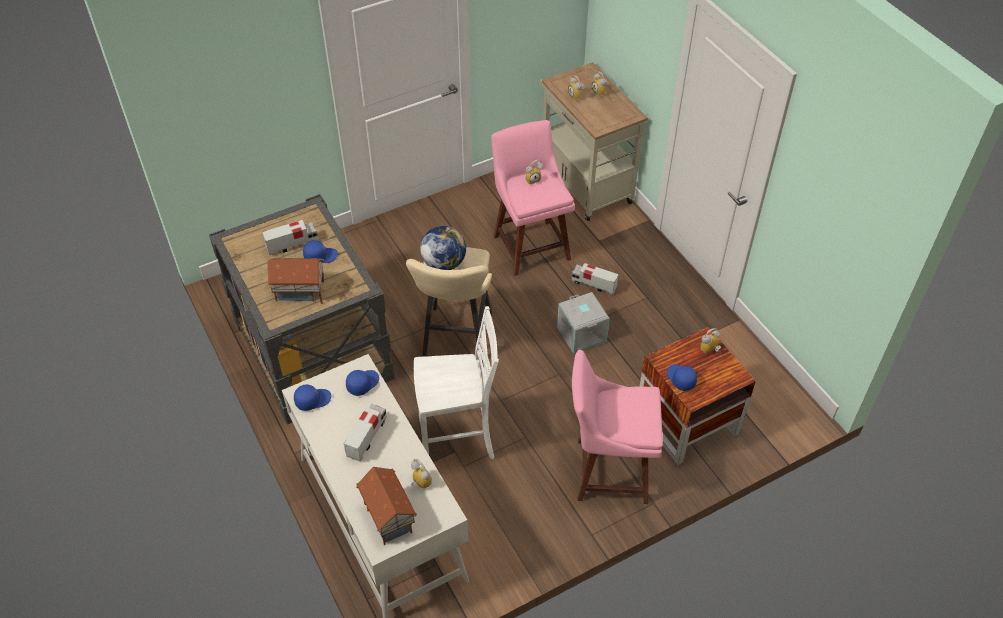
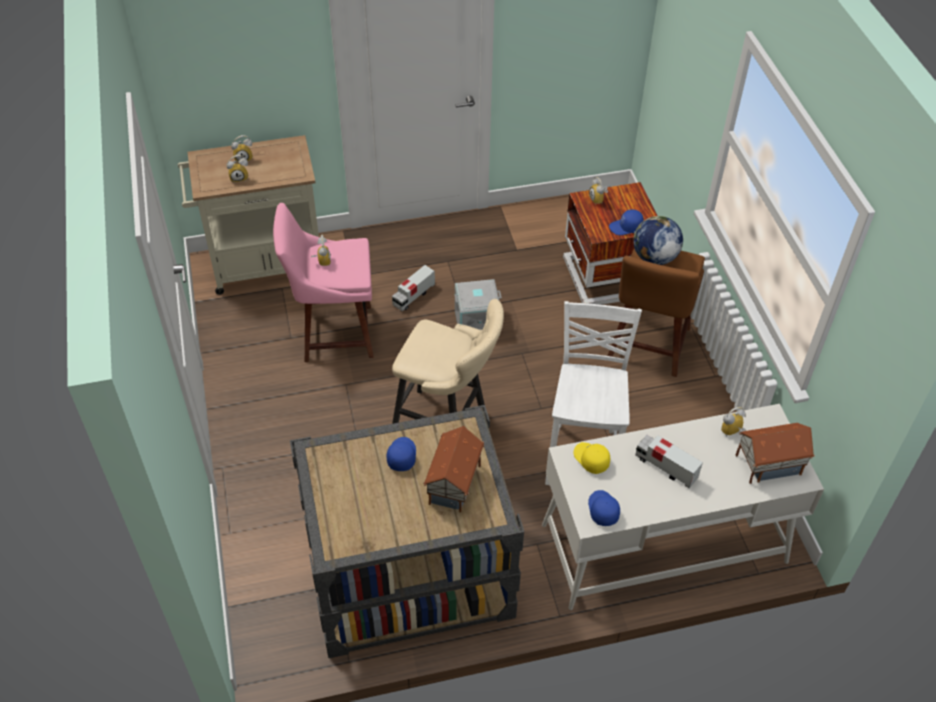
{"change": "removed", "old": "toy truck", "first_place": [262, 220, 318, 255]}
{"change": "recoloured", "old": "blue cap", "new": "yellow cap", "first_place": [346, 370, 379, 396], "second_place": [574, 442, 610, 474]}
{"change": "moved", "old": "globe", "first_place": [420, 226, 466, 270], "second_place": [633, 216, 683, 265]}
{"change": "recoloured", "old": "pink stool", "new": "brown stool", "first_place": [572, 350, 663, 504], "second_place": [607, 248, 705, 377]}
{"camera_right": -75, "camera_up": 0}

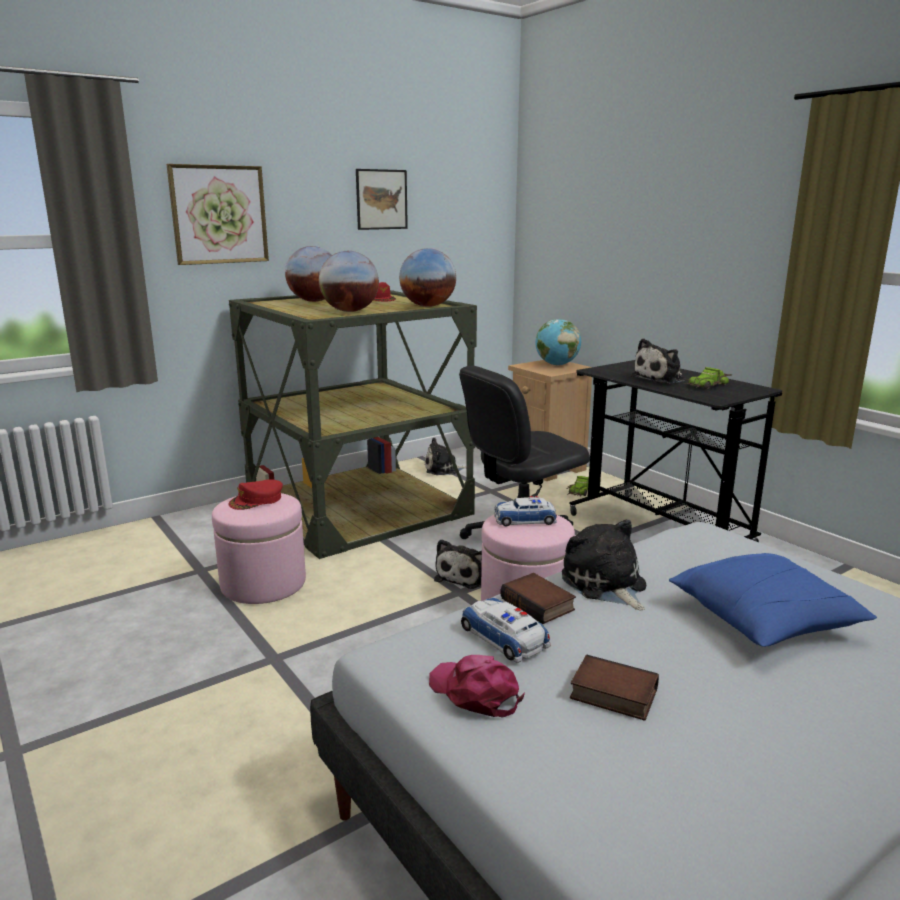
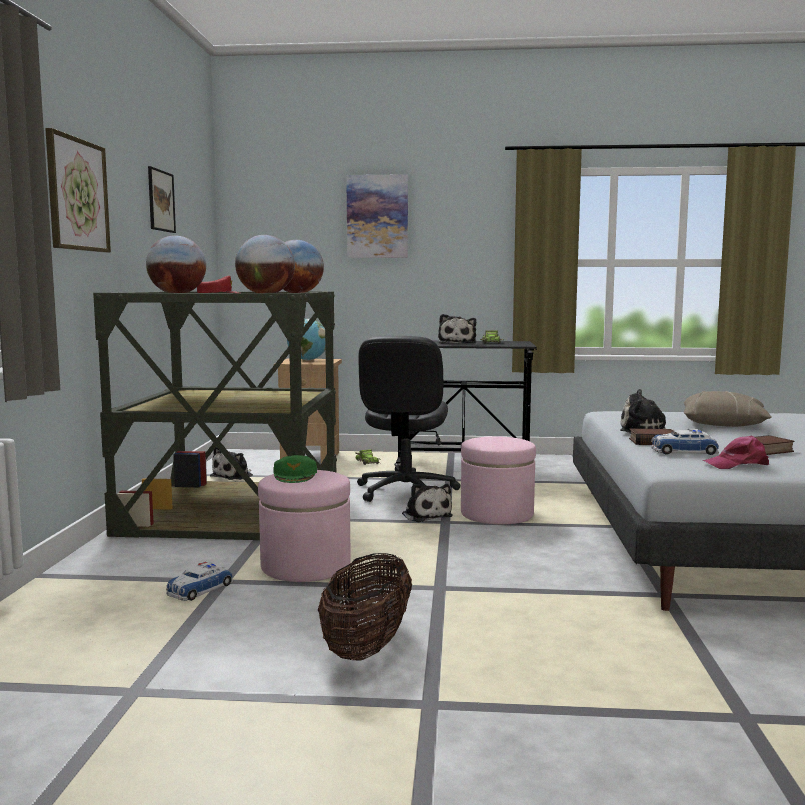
{"change": "recoloured", "old": "red cap", "new": "green cap", "first_place": [229, 479, 283, 510], "second_place": [273, 455, 317, 483]}
{"change": "moved", "old": "toy car", "first_place": [494, 496, 557, 526], "second_place": [166, 562, 233, 601]}
{"change": "recoloured", "old": "blue pillow", "new": "beige pillow", "first_place": [669, 553, 877, 647], "second_place": [684, 391, 772, 427]}
{"change": "added", "new": "basket", "second_place": [318, 553, 412, 661]}
{"change": "added", "new": "picture", "second_place": [346, 174, 408, 258]}
{"camera_right": -50, "camera_up": -10}

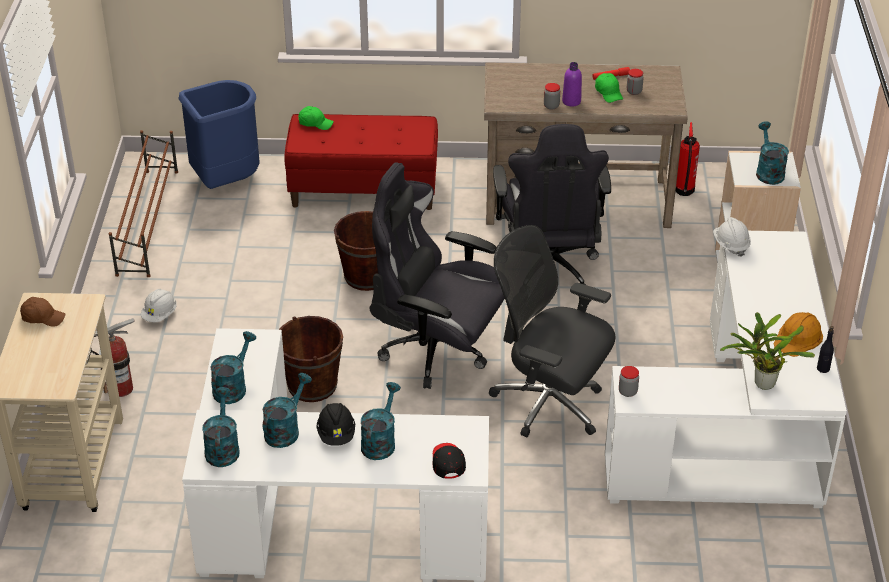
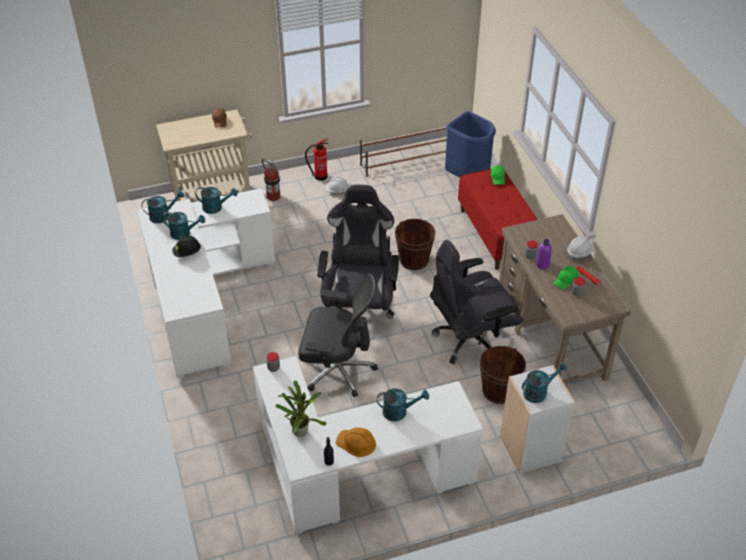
{"change": "moved", "old": "brown bucket", "first_place": [279, 316, 343, 402], "second_place": [480, 346, 526, 404]}
{"change": "moved", "old": "turquoise watering can", "first_place": [361, 382, 401, 460], "second_place": [377, 389, 429, 421]}
{"change": "removed", "old": "black cap", "first_place": [432, 443, 466, 479]}
{"change": "turned", "old": "office chair", "first_place": [489, 225, 616, 437], "second_place": [298, 273, 378, 397], "degrees": 90}
{"change": "moved", "old": "fire extinguisher", "first_place": [675, 122, 700, 196], "second_place": [305, 138, 328, 181]}
{"change": "moved", "old": "white hard hat", "first_place": [713, 217, 751, 257], "second_place": [567, 236, 595, 260]}
{"camera_right": 70, "camera_up": 5}

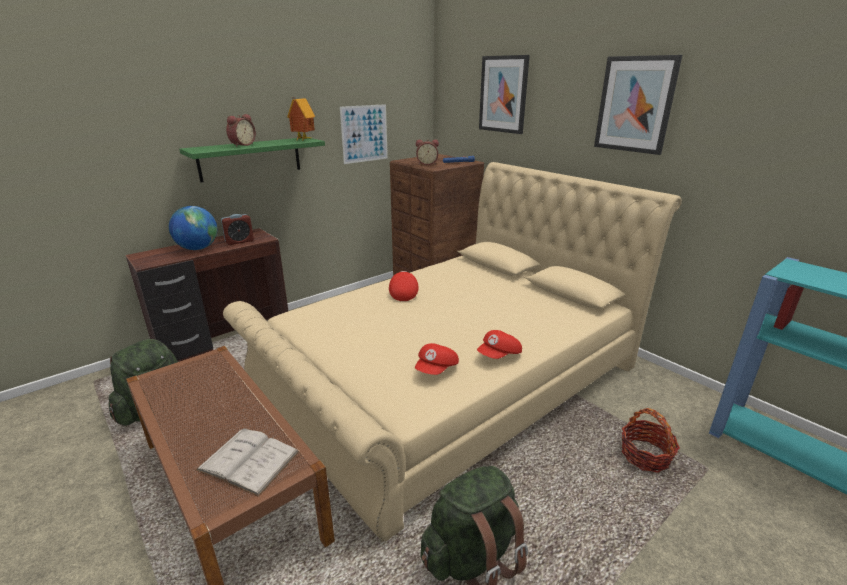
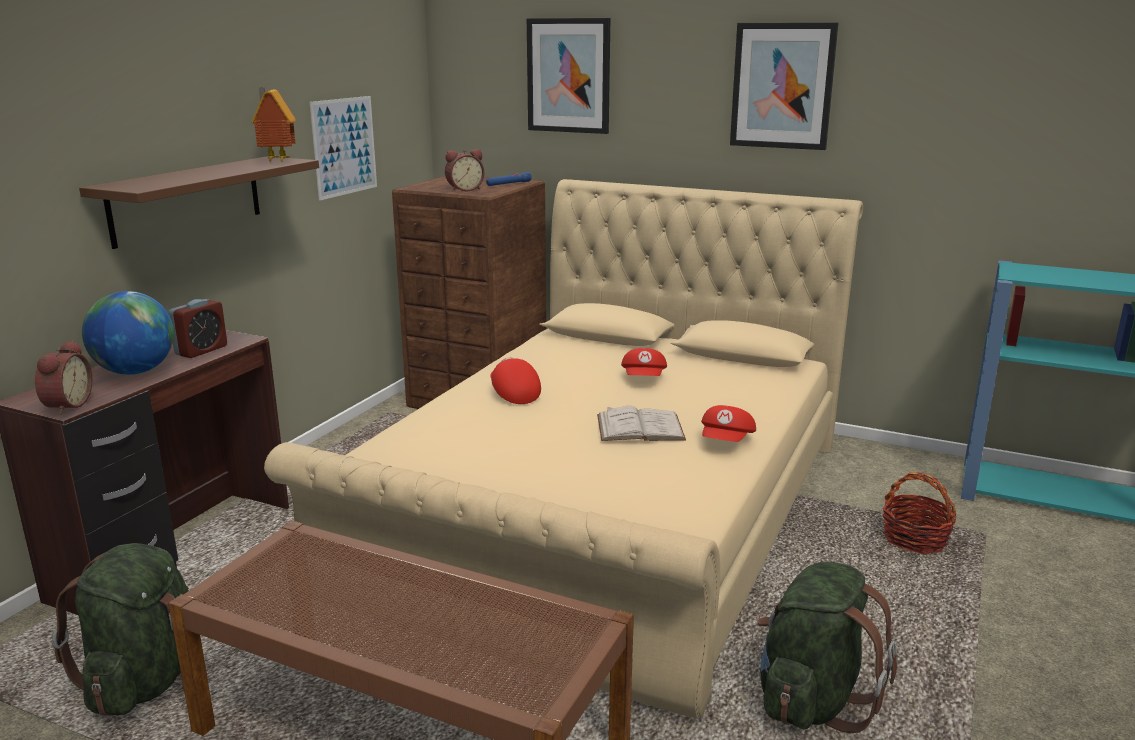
{"change": "recoloured", "old": "green shelf", "new": "brown shelf", "first_place": [179, 138, 325, 183], "second_place": [79, 156, 319, 249]}
{"change": "moved", "old": "white book", "first_place": [195, 428, 300, 497], "second_place": [597, 406, 686, 441]}
{"change": "moved", "old": "alarm clock", "first_place": [226, 114, 256, 147], "second_place": [35, 340, 92, 415]}
{"change": "moved", "old": "red cap", "first_place": [415, 343, 459, 375], "second_place": [621, 348, 667, 376]}
{"camera_right": -25, "camera_up": -5}

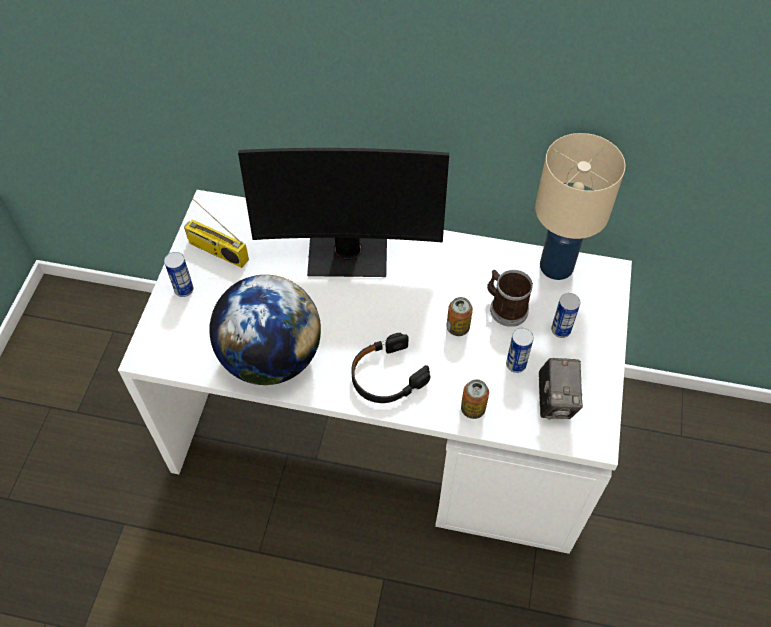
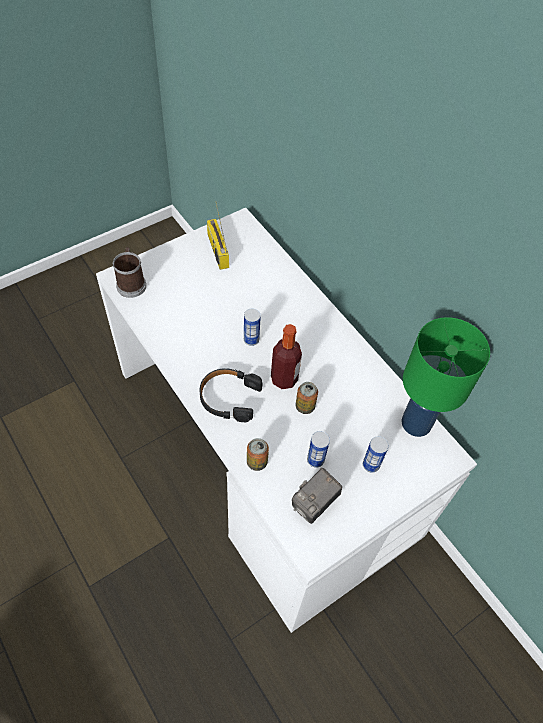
{"change": "moved", "old": "can", "first_place": [164, 252, 194, 297], "second_place": [244, 308, 261, 346]}
{"change": "removed", "old": "globe", "first_place": [209, 275, 321, 385]}
{"change": "removed", "old": "monitor", "first_place": [238, 148, 449, 277]}
{"change": "moved", "old": "mug", "first_place": [487, 270, 533, 327], "second_place": [112, 247, 146, 298]}
{"change": "recoloured", "old": "beige table lamp", "new": "green table lamp", "first_place": [535, 133, 625, 280], "second_place": [402, 317, 490, 437]}
{"change": "added", "new": "bottle", "second_place": [271, 324, 302, 389]}
{"camera_right": 40, "camera_up": 0}

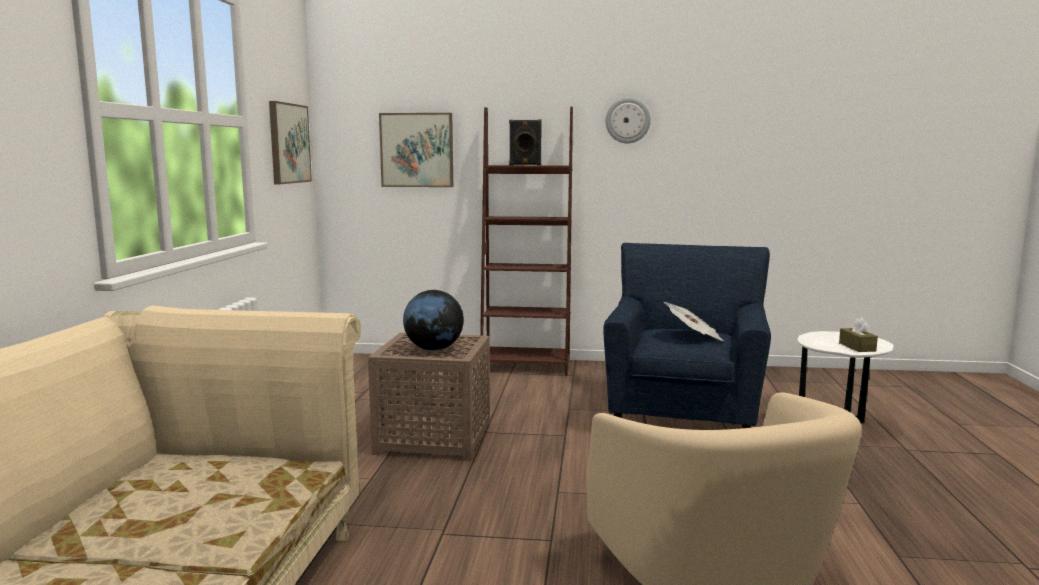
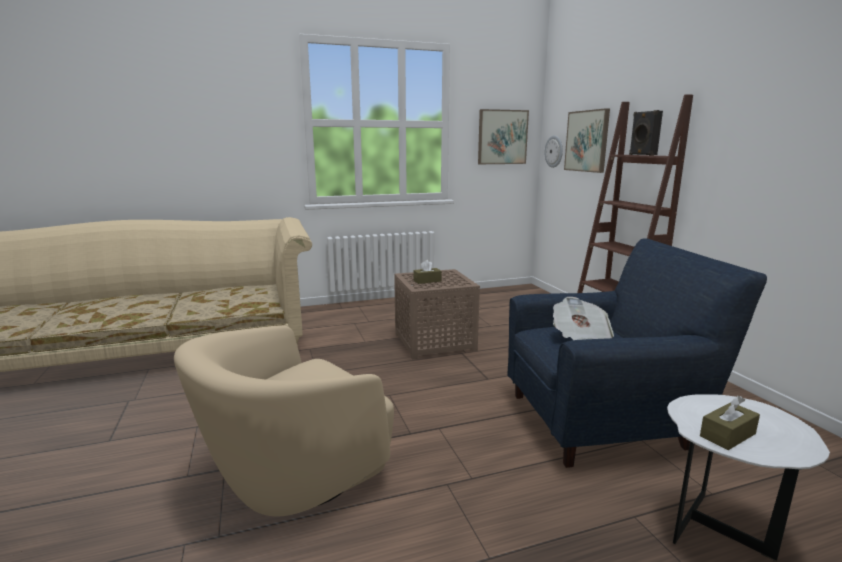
{"change": "replaced", "old": "globe", "new": "brown tissue box", "first_place": [403, 290, 464, 351], "second_place": [413, 260, 442, 284]}
{"change": "moved", "old": "wall clock", "first_place": [606, 98, 651, 143], "second_place": [545, 135, 563, 168]}
{"camera_right": 65, "camera_up": 5}

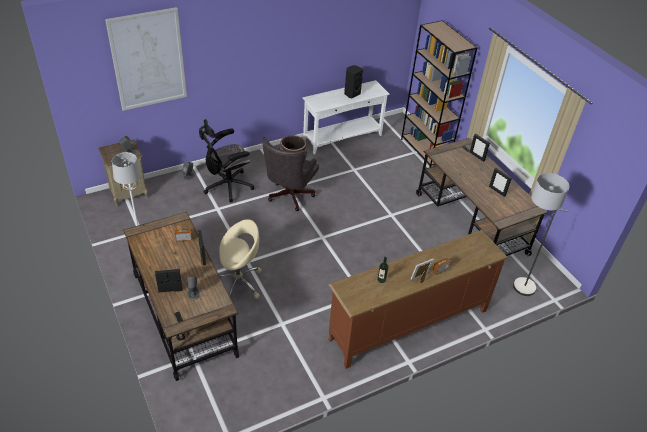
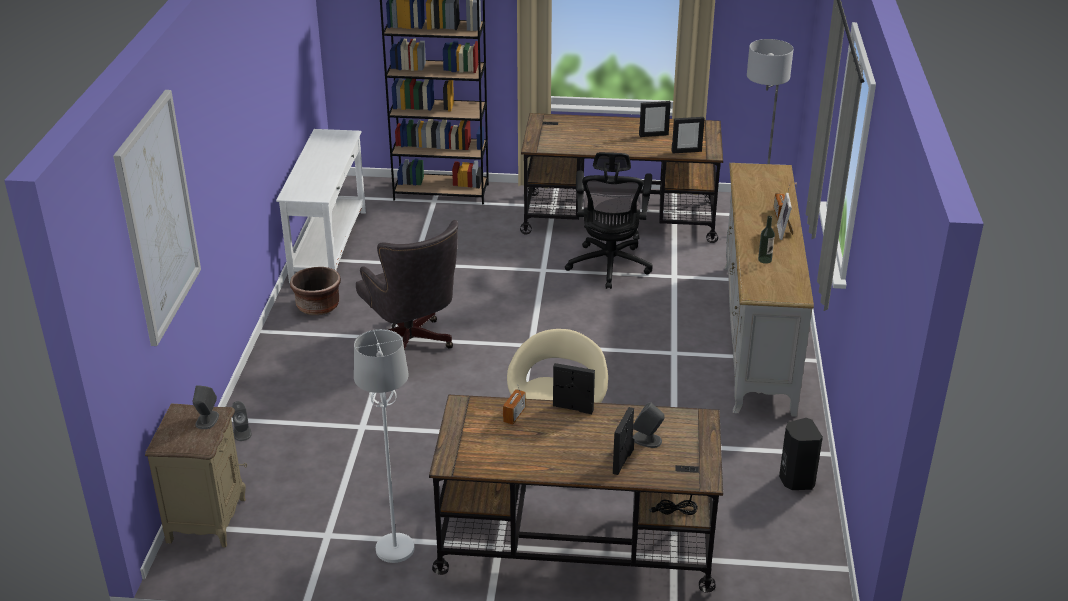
{"change": "moved", "old": "office chair", "first_place": [199, 119, 254, 202], "second_place": [565, 152, 653, 289]}
{"change": "recoloured", "old": "brown cabinet", "new": "grey cabinet", "first_place": [328, 230, 508, 369], "second_place": [724, 163, 814, 417]}
{"change": "moved", "old": "black speaker", "first_place": [344, 65, 363, 98], "second_place": [779, 418, 823, 490]}
{"change": "moved", "old": "picture frame", "first_place": [470, 134, 490, 162], "second_place": [671, 117, 705, 153]}
{"camera_right": -55, "camera_up": -10}

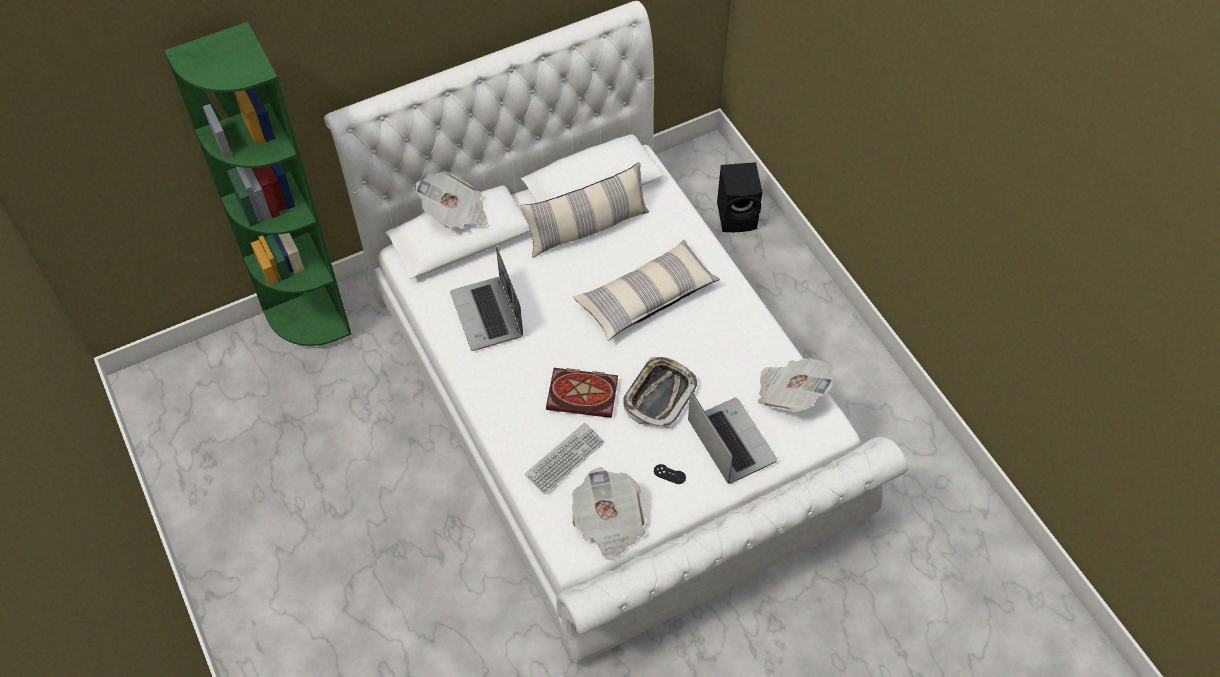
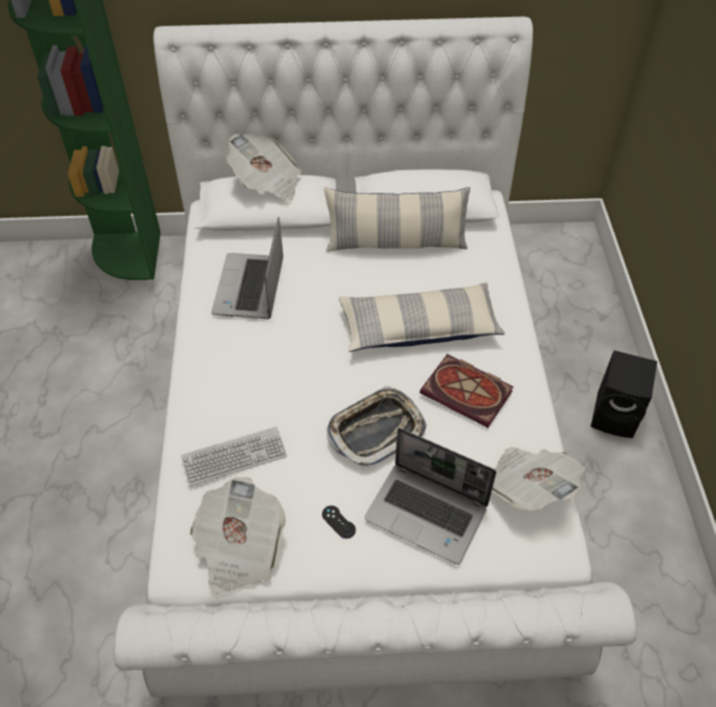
{"change": "moved", "old": "book", "first_place": [546, 368, 618, 418], "second_place": [420, 354, 514, 428]}
{"change": "turned", "old": "laptop", "first_place": [688, 391, 777, 484], "second_place": [364, 428, 496, 564], "degrees": 120}
{"change": "moved", "old": "black speaker", "first_place": [717, 162, 762, 232], "second_place": [591, 350, 657, 438]}
{"camera_right": 25, "camera_up": -5}

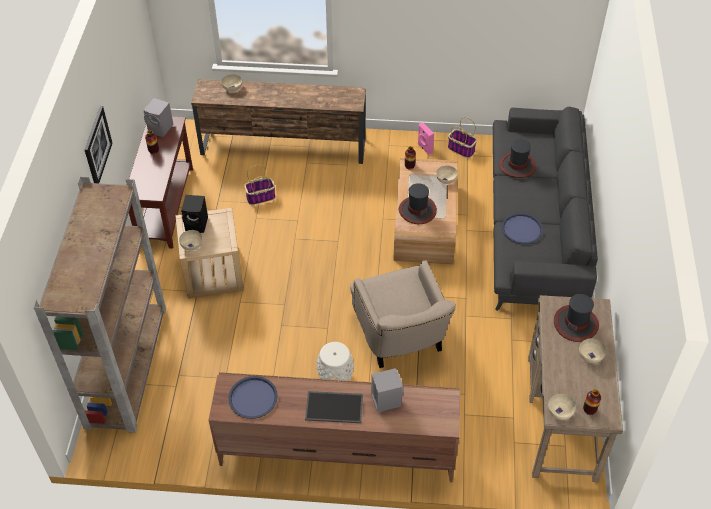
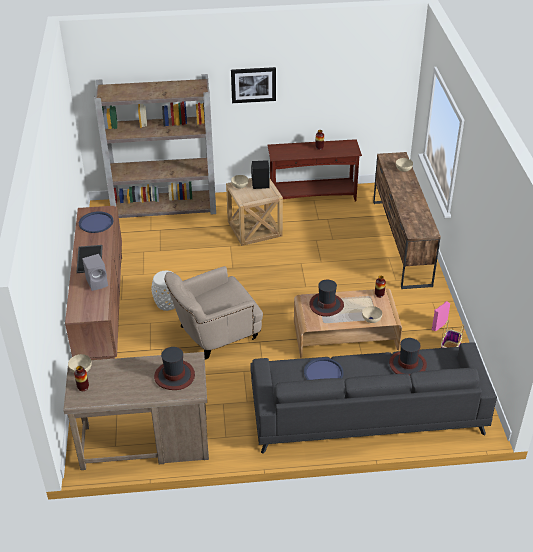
{"change": "removed", "old": "grey speaker", "first_place": [143, 98, 173, 137]}
{"change": "removed", "old": "basket", "first_place": [244, 165, 275, 205]}
{"change": "removed", "old": "beige bowl", "first_place": [579, 338, 606, 363]}
{"camera_right": 80, "camera_up": -10}

